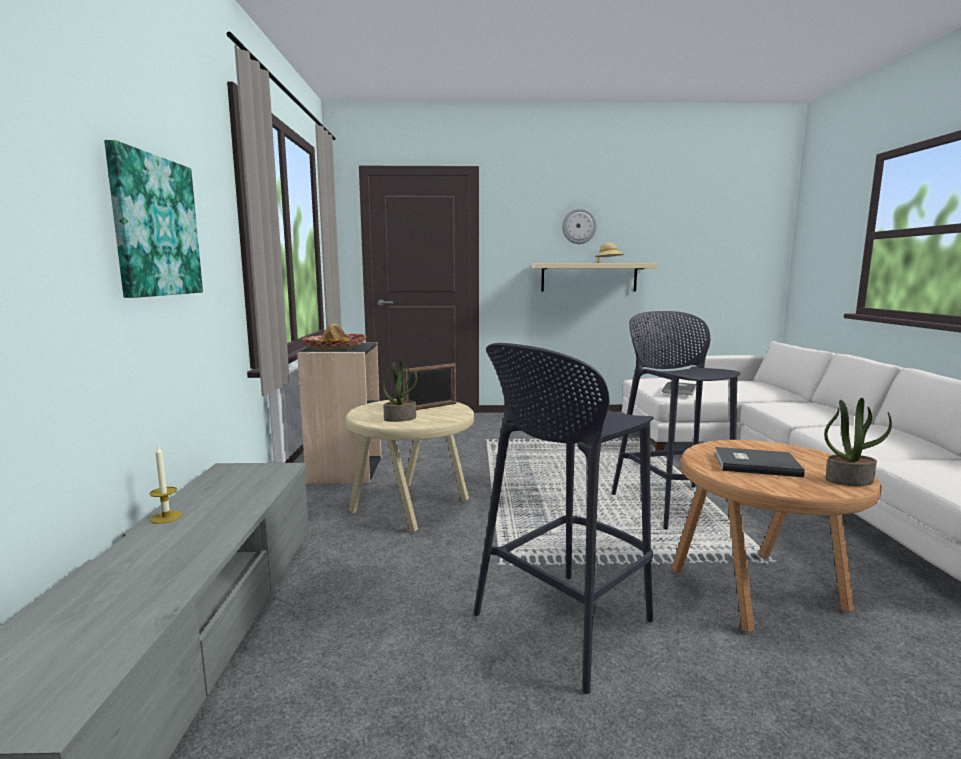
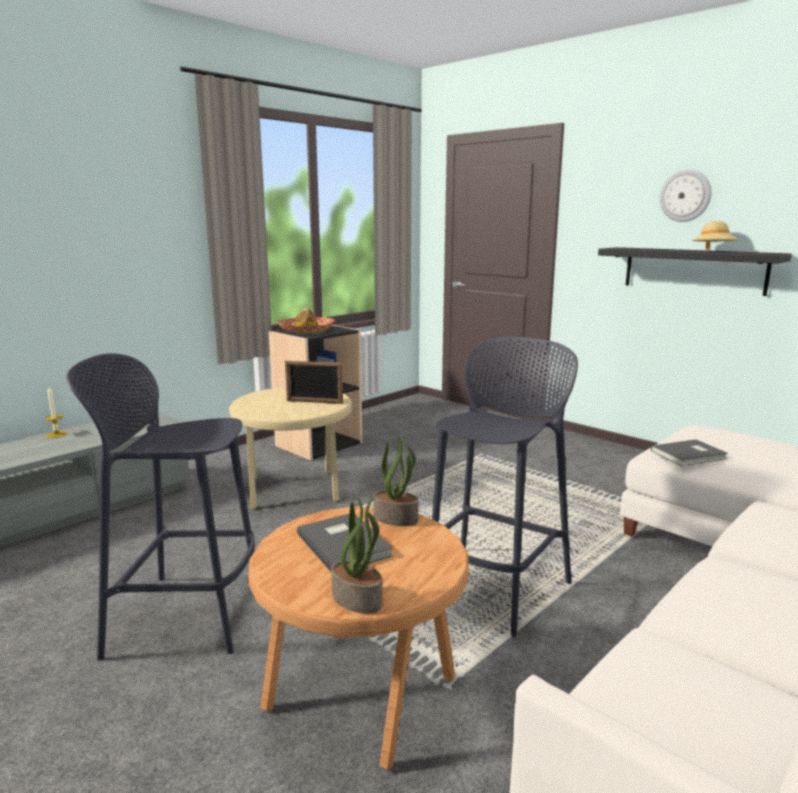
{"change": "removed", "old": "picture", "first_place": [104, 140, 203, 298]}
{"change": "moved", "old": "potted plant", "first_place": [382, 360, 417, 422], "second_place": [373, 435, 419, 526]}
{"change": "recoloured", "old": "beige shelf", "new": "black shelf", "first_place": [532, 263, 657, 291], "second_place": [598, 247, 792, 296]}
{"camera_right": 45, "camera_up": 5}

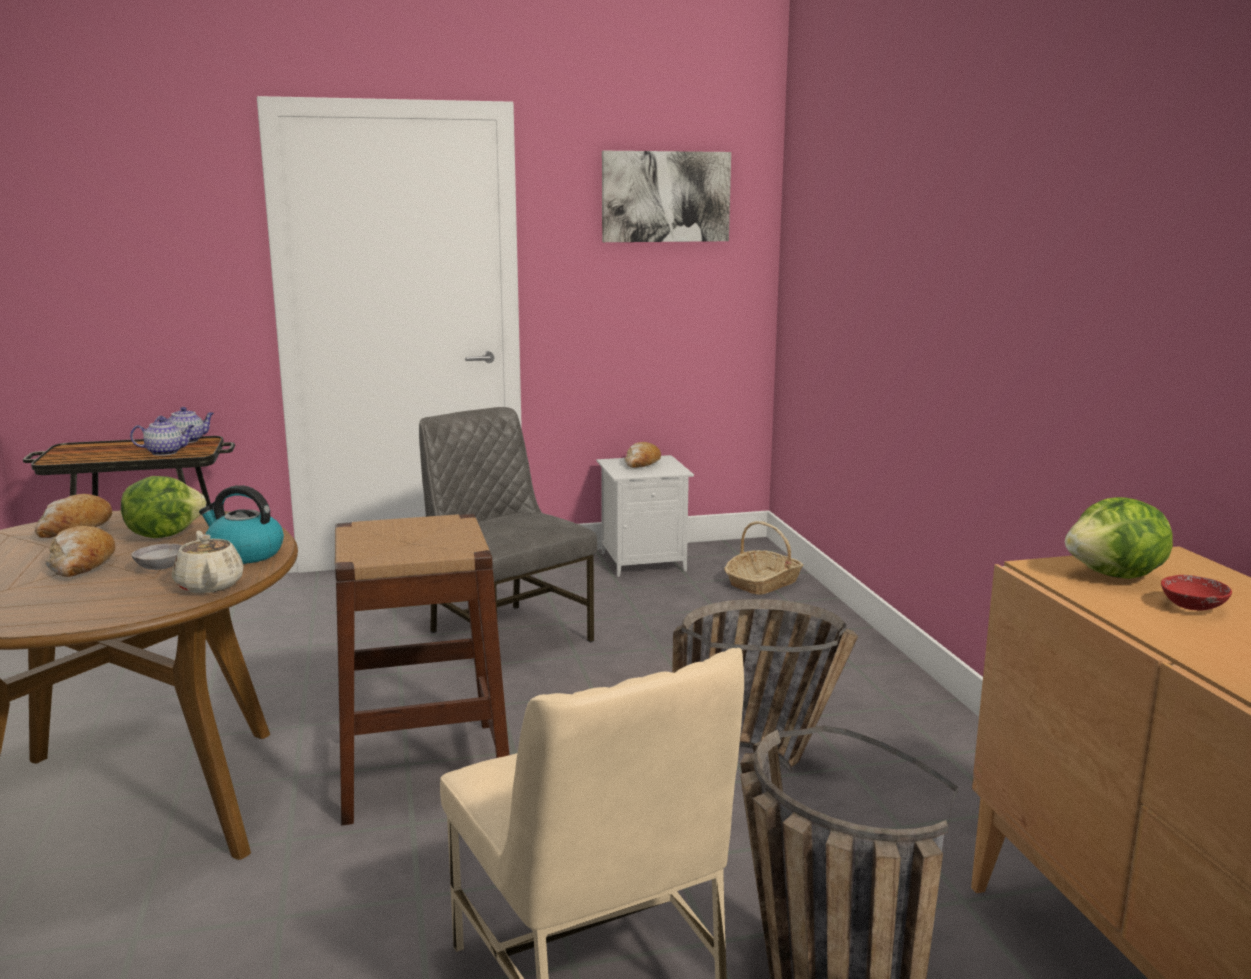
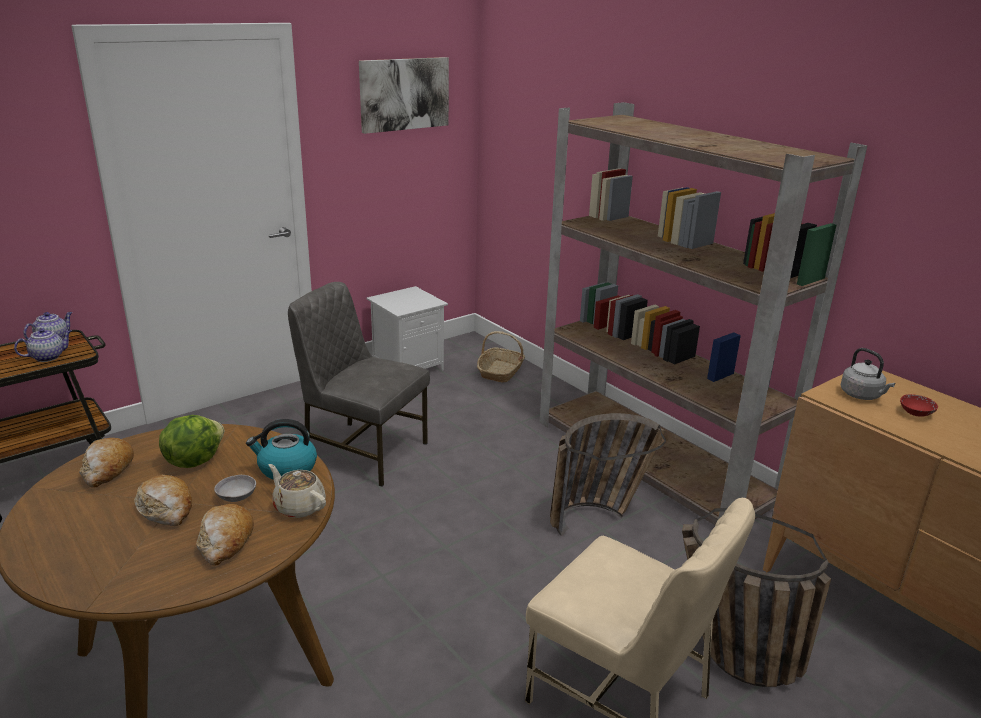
{"change": "removed", "old": "brown stool", "first_place": [335, 514, 509, 825]}
{"change": "moved", "old": "bread", "first_place": [624, 442, 661, 468], "second_place": [196, 504, 254, 566]}
{"change": "replaced", "old": "lettuce", "new": "grey kettle", "first_place": [1065, 497, 1173, 579], "second_place": [840, 348, 895, 400]}
{"change": "added", "new": "brown bookcase", "second_place": [540, 102, 868, 525]}
{"camera_right": -25, "camera_up": 10}

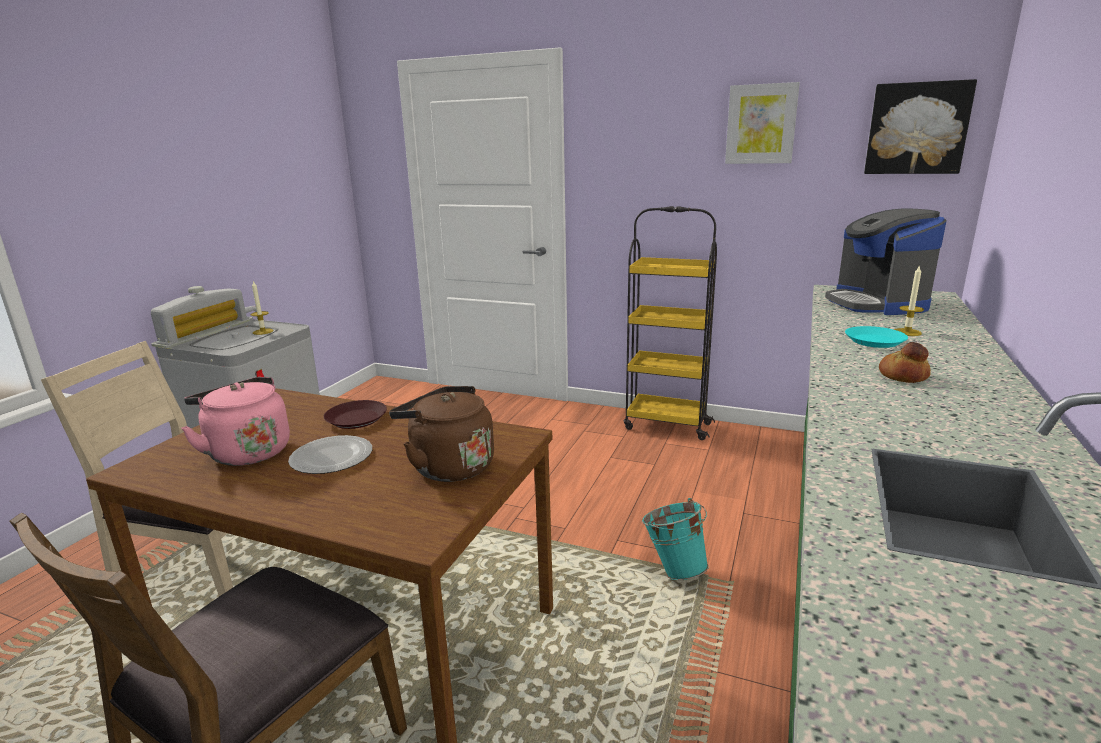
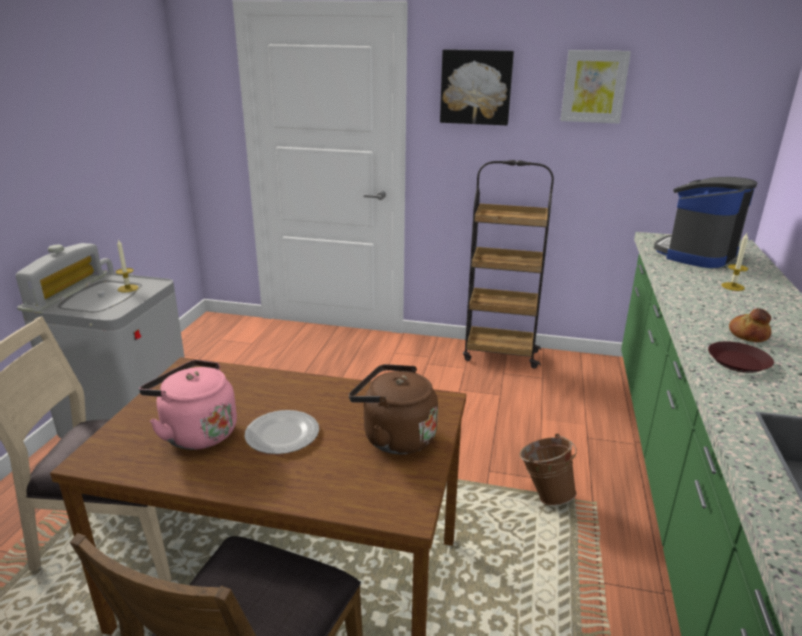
{"change": "moved", "old": "brown plate", "first_place": [324, 400, 387, 429], "second_place": [708, 341, 774, 373]}
{"change": "recoloured", "old": "yellow cart", "new": "brown cart", "first_place": [624, 206, 717, 440], "second_place": [463, 160, 554, 369]}
{"change": "recoloured", "old": "turquoise bucket", "new": "brown bucket", "first_place": [642, 498, 709, 580], "second_place": [519, 434, 577, 506]}
{"change": "turned", "old": "coffee machine", "first_place": [825, 208, 947, 315], "second_place": [654, 177, 757, 268], "degrees": 60}
{"change": "removed", "old": "turquoise plate", "first_place": [845, 326, 908, 348]}
{"change": "moved", "old": "picture", "first_place": [864, 79, 977, 174], "second_place": [440, 49, 514, 125]}
{"camera_right": -10, "camera_up": 5}

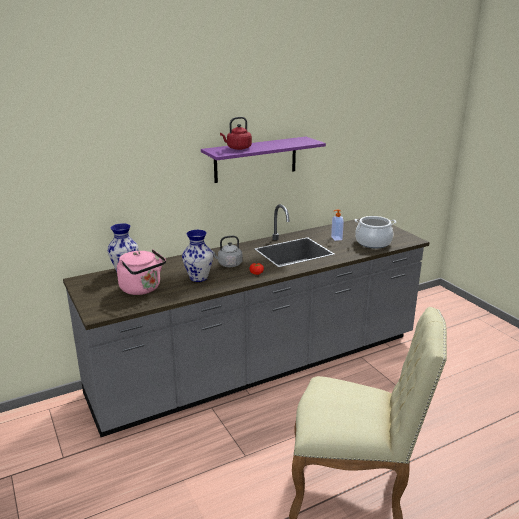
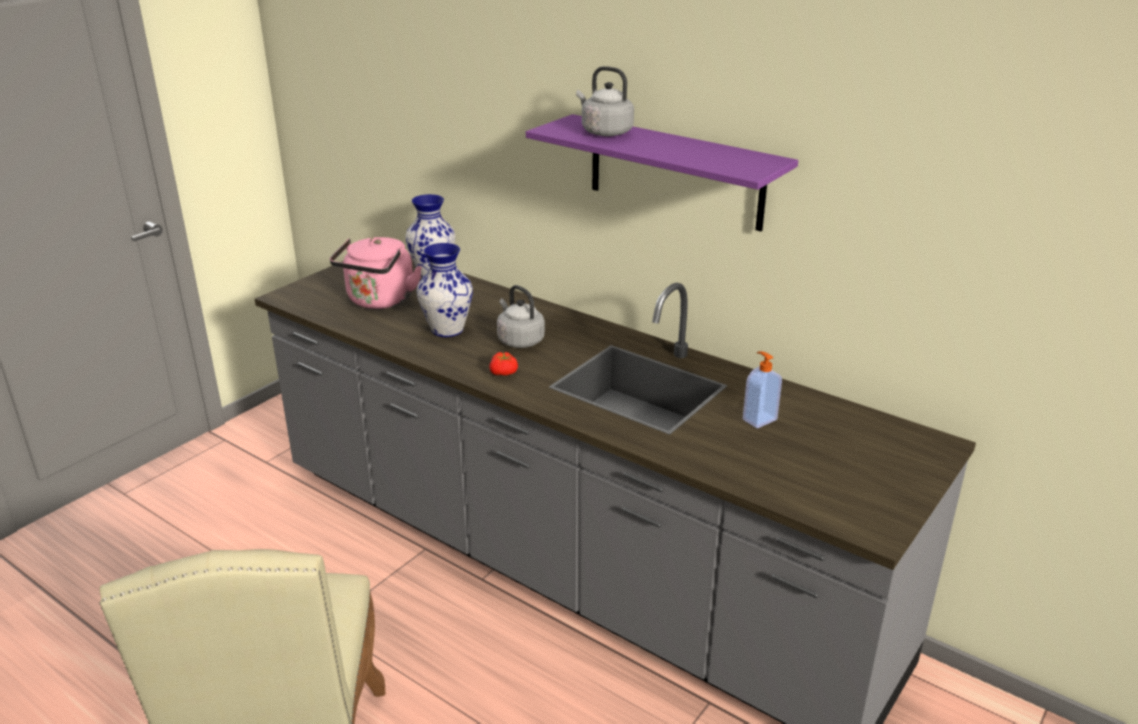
{"change": "recoloured", "old": "red kettle", "new": "grey kettle", "first_place": [220, 117, 252, 150], "second_place": [576, 66, 634, 136]}
{"change": "removed", "old": "cooking pot", "first_place": [355, 216, 396, 248]}
{"camera_right": 65, "camera_up": 5}

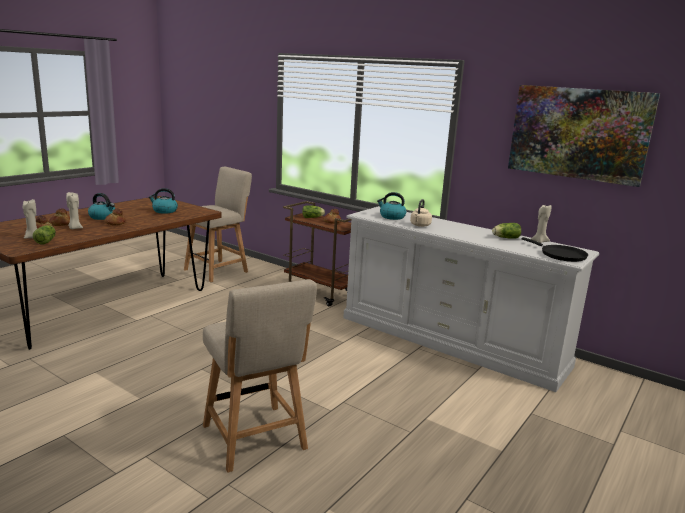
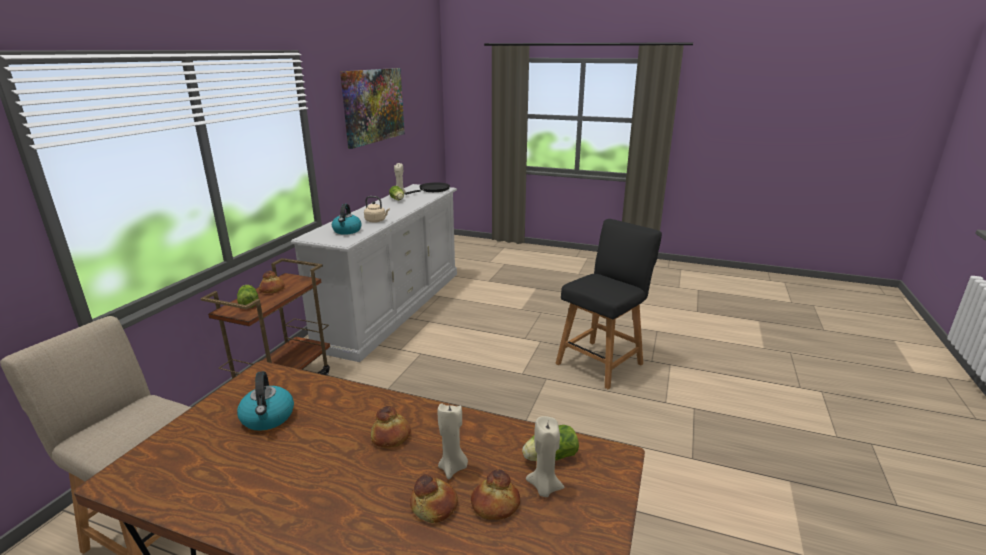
{"change": "removed", "old": "kettle", "first_place": [88, 193, 115, 220]}
{"change": "recoloured", "old": "beige chair", "new": "black chair", "first_place": [203, 279, 317, 472], "second_place": [555, 219, 662, 389]}
{"camera_right": -105, "camera_up": 5}

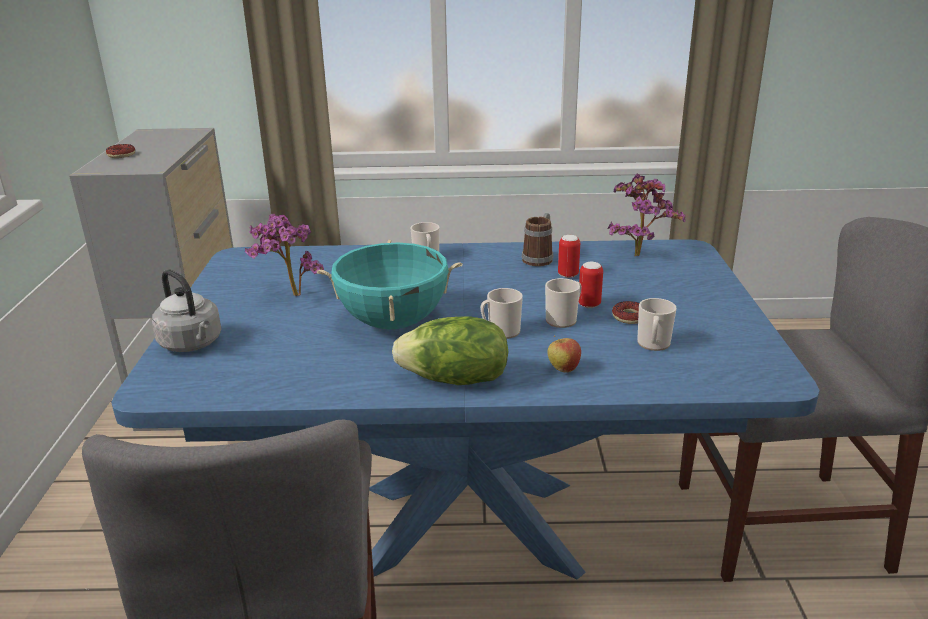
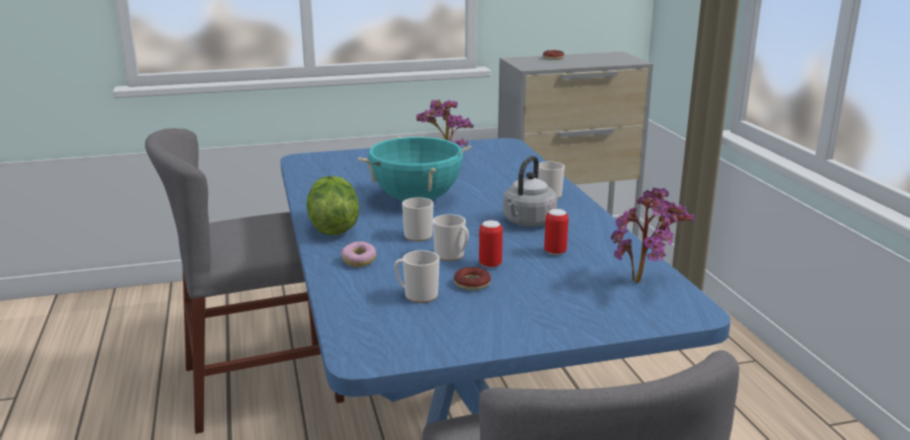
{"change": "moved", "old": "grey kettle", "first_place": [152, 270, 221, 352], "second_place": [503, 156, 557, 226]}
{"change": "removed", "old": "mug", "first_place": [522, 213, 553, 266]}
{"change": "replaced", "old": "apple", "new": "donut", "first_place": [547, 336, 581, 373], "second_place": [341, 242, 376, 267]}
{"camera_right": 75, "camera_up": -5}

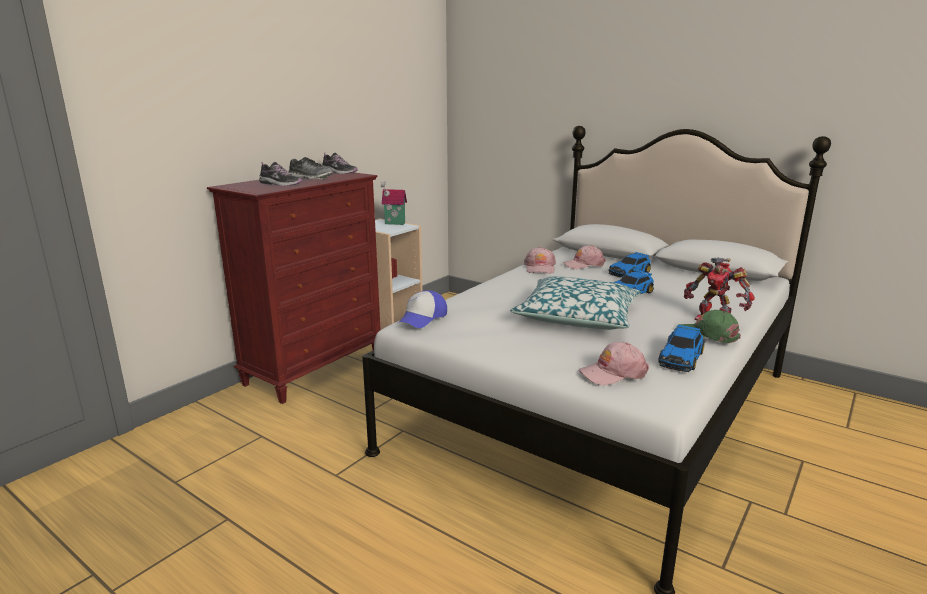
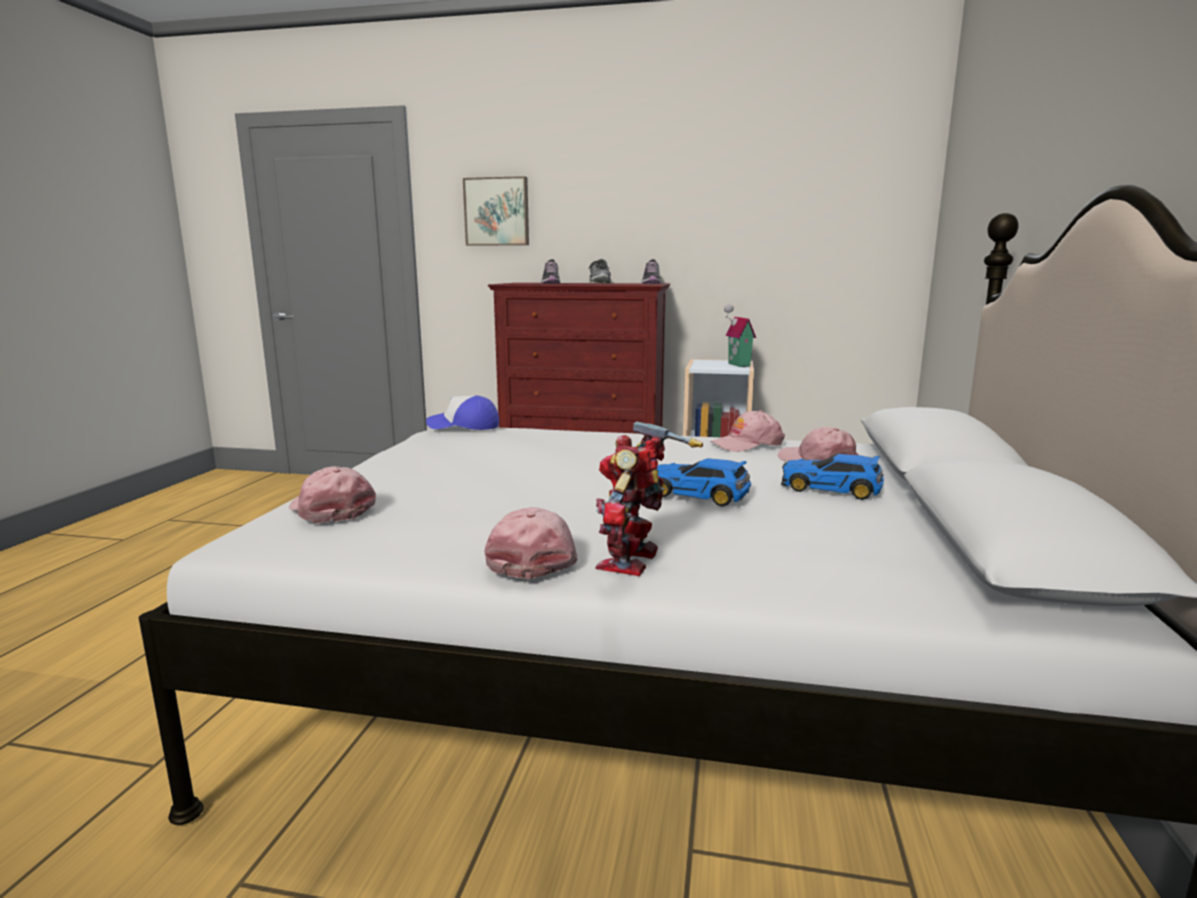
{"change": "removed", "old": "pillow", "first_place": [510, 276, 641, 330]}
{"change": "removed", "old": "toy car", "first_place": [658, 325, 705, 372]}
{"change": "recoloured", "old": "green cap", "new": "pink cap", "first_place": [679, 310, 741, 344], "second_place": [485, 507, 577, 579]}
{"change": "added", "new": "picture", "second_place": [463, 176, 529, 246]}
{"camera_right": 65, "camera_up": -5}

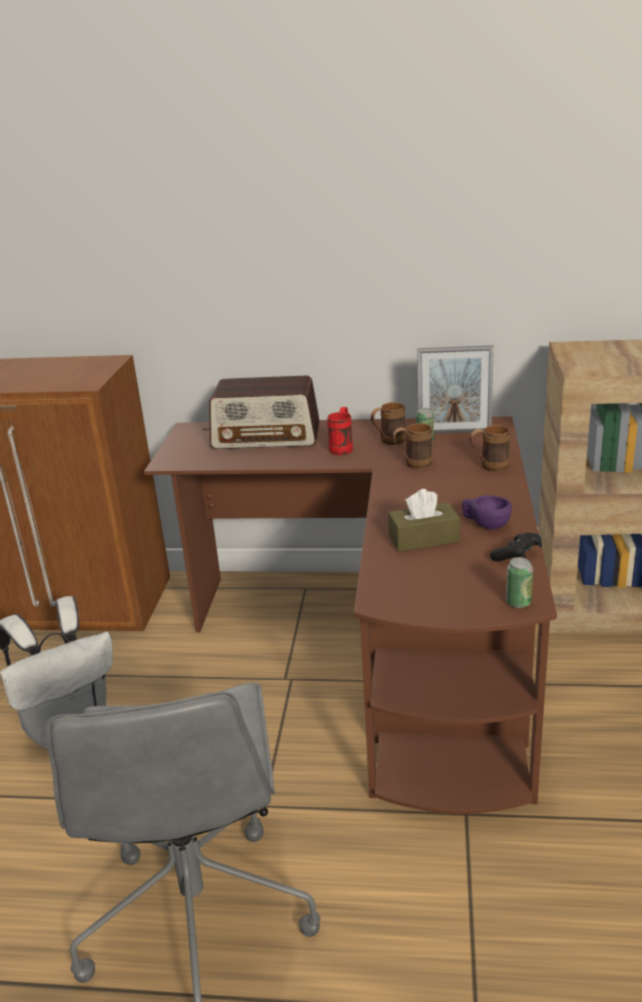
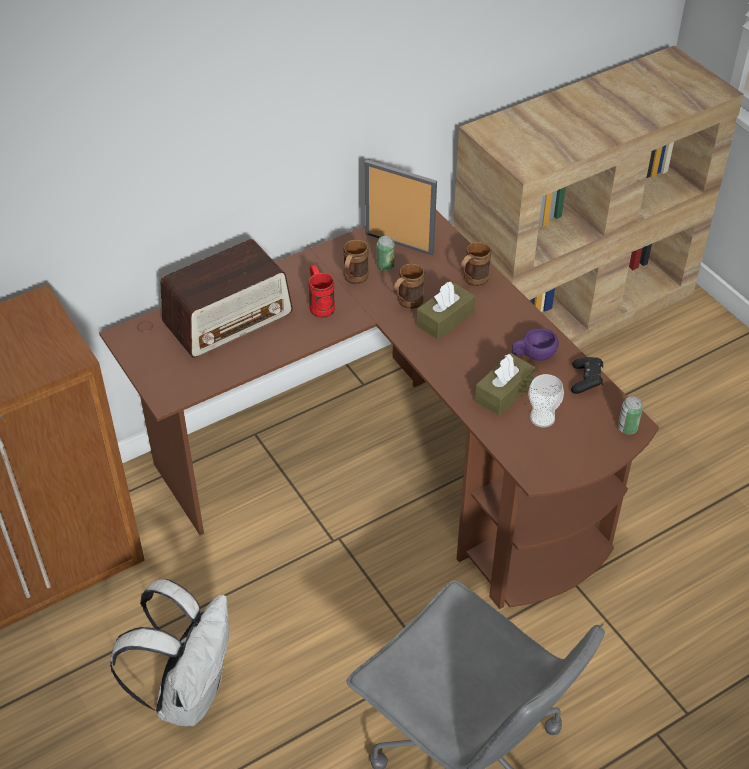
{"change": "turned", "old": "picture frame", "first_place": [417, 345, 494, 434], "second_place": [365, 160, 437, 255], "degrees": -120}
{"change": "added", "new": "brown tissue box", "second_place": [417, 282, 475, 340]}
{"change": "added", "new": "cup", "second_place": [528, 374, 564, 427]}
{"camera_right": -40, "camera_up": 20}

